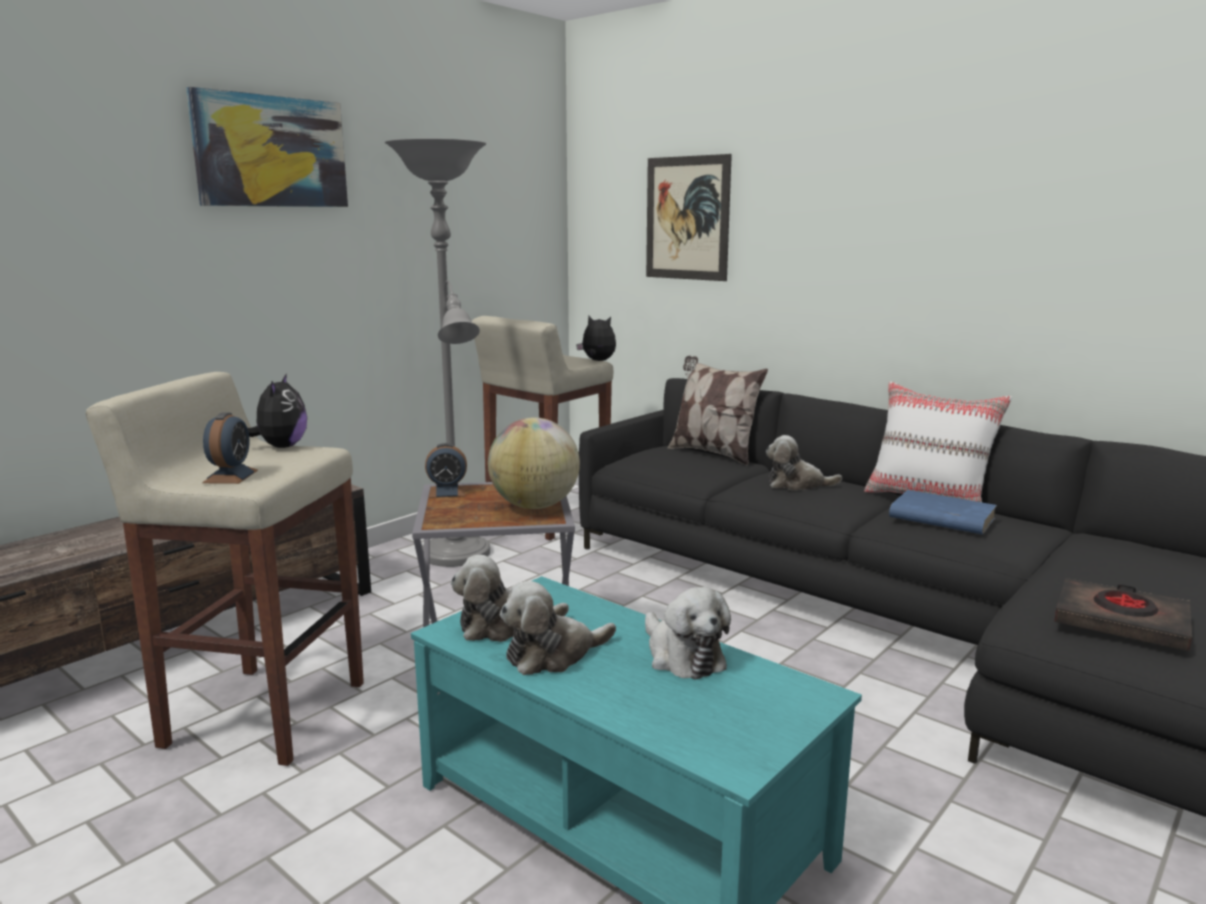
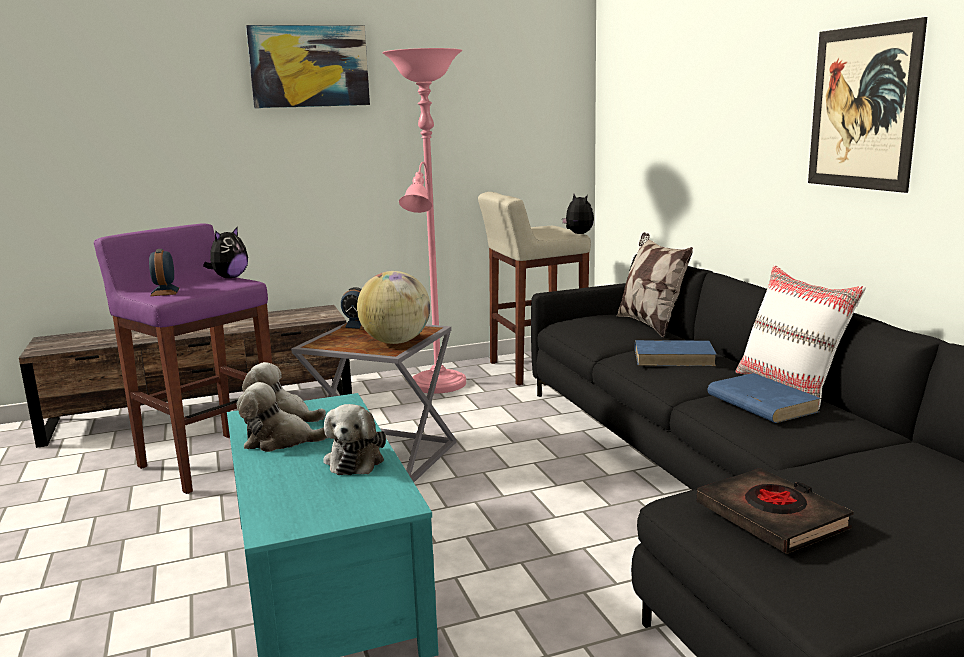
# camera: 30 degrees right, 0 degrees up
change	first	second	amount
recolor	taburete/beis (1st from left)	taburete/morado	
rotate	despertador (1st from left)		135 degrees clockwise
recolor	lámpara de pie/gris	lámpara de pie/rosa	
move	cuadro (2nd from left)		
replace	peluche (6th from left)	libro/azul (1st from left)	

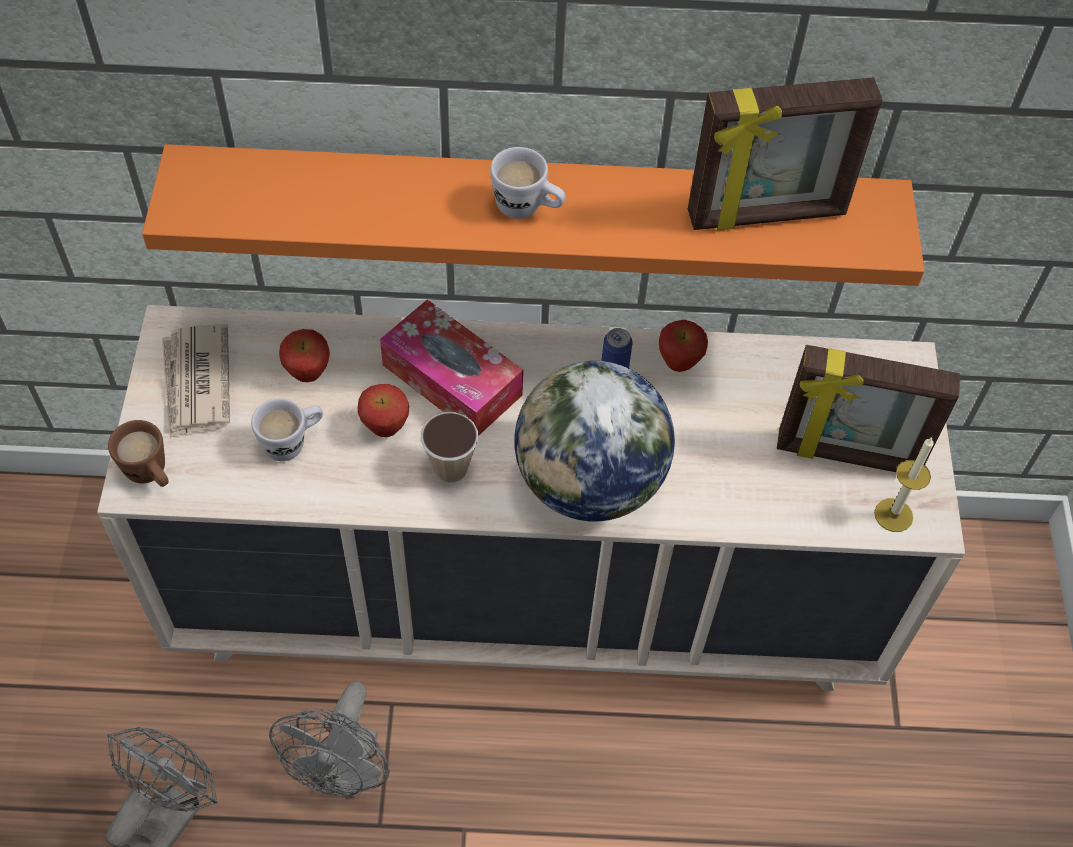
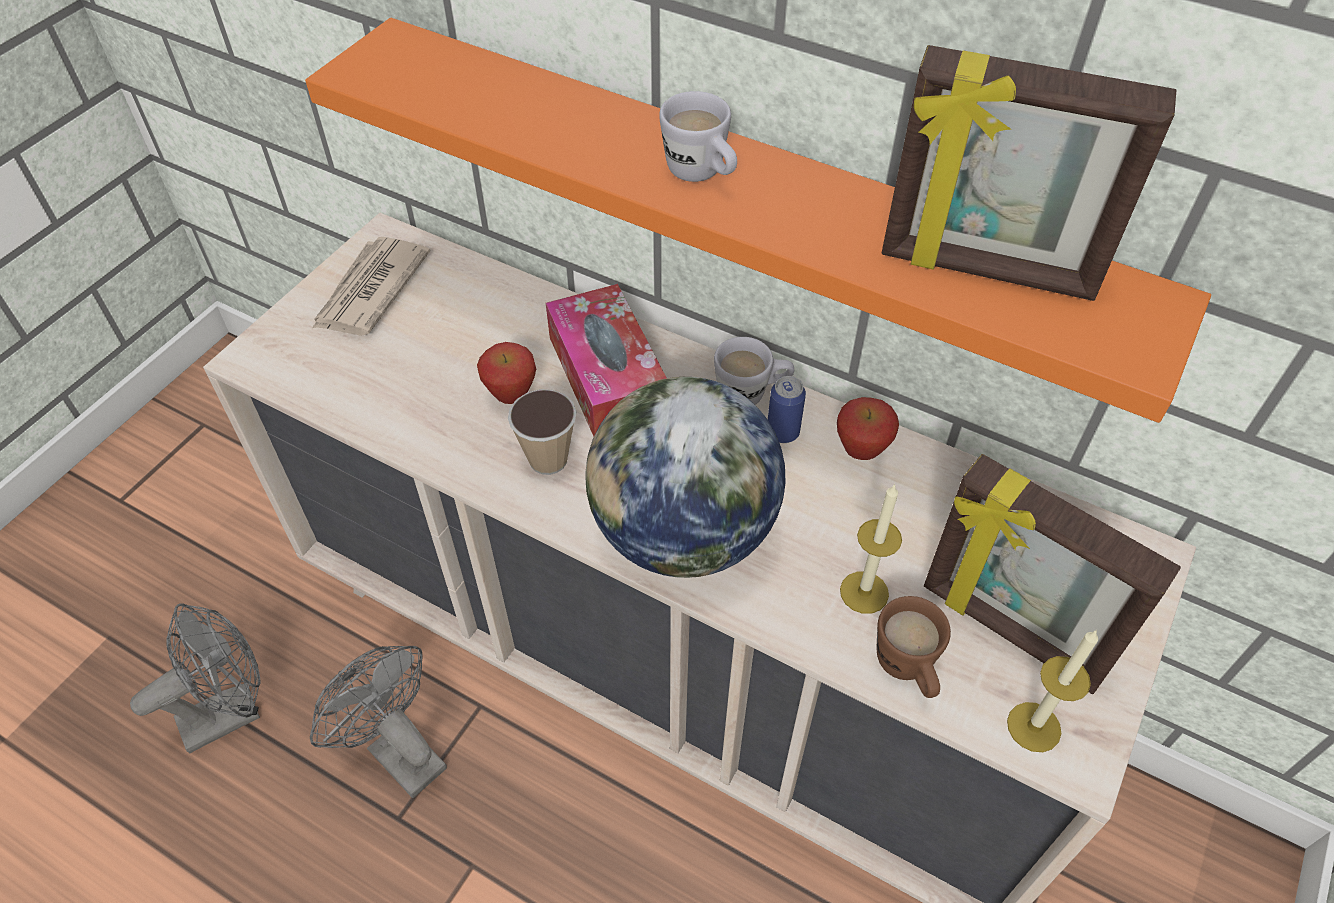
# camera: 30 degrees right, 5 degrees down
change	first	second	amount
move	taza grande/marrón		
move	taza grande/blanco (1st from left in the first image)	taza grande/blanco (2nd from left)	
rotate	ventilador/gris (2nd from left)		90 degrees clockwise
delete	manzana (1st from left)		
insert		vela (1st from left)	

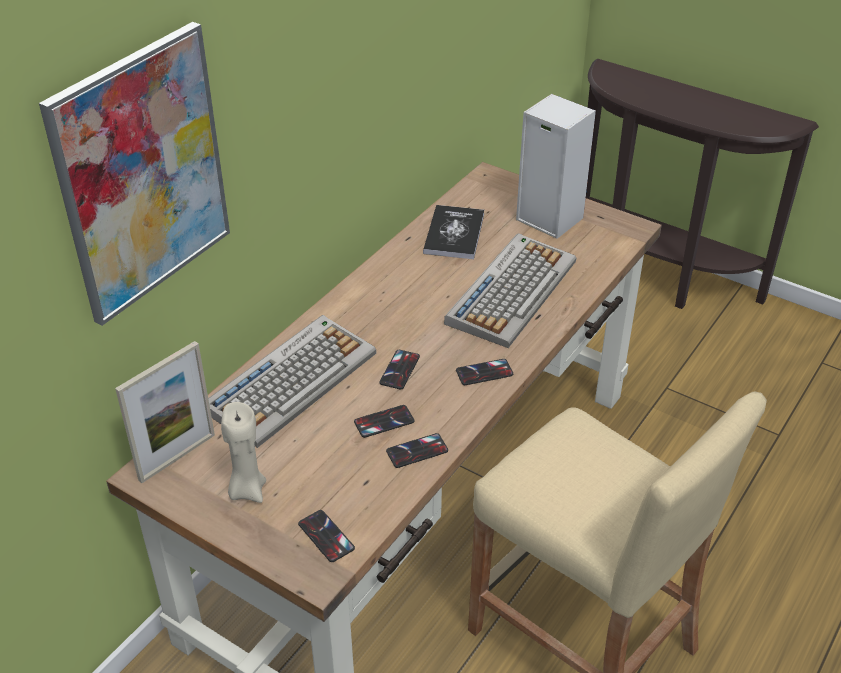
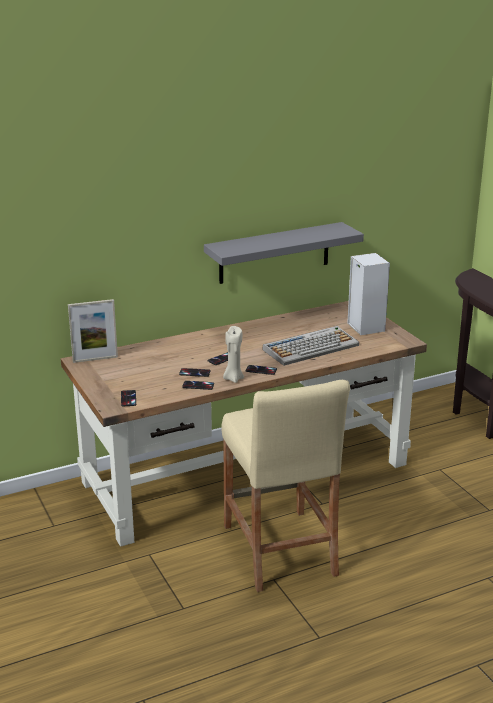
# camera: 30 degrees right, 15 degrees down
change	first	second	amount
delete	cuadro		
delete	teclado (1st from left)		
move	vela/beis		
delete	libro		
insert		estante/gris	

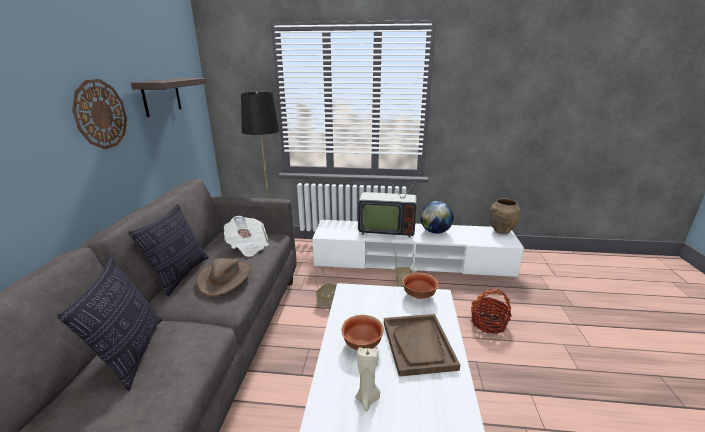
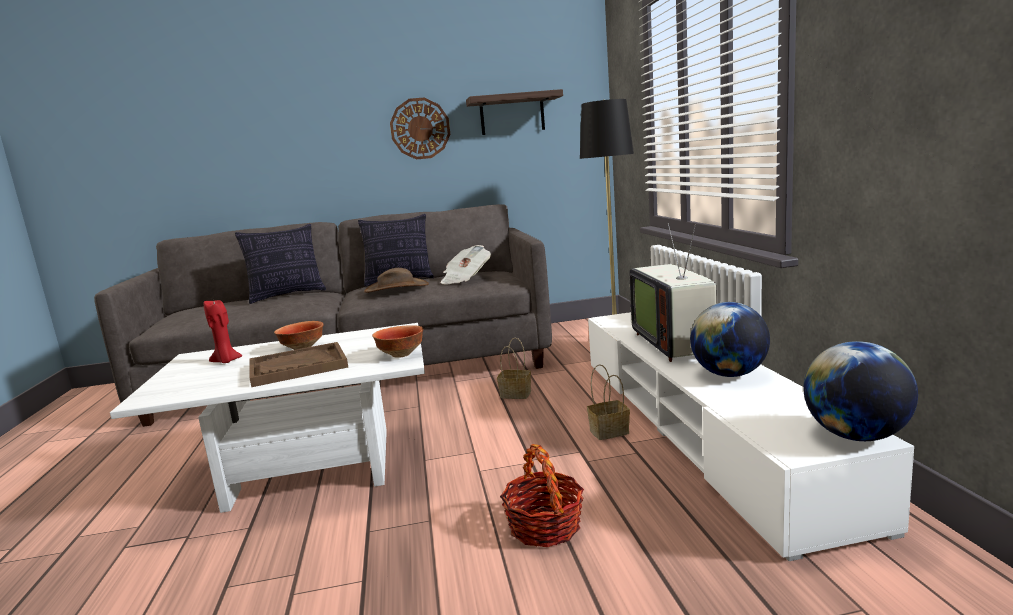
# camera: 75 degrees right, 10 degrees down
change	first	second	amount
recolor	vela/beis	vela/rojo	
replace	florero/marrón	globo terráqueo (2nd from left)	

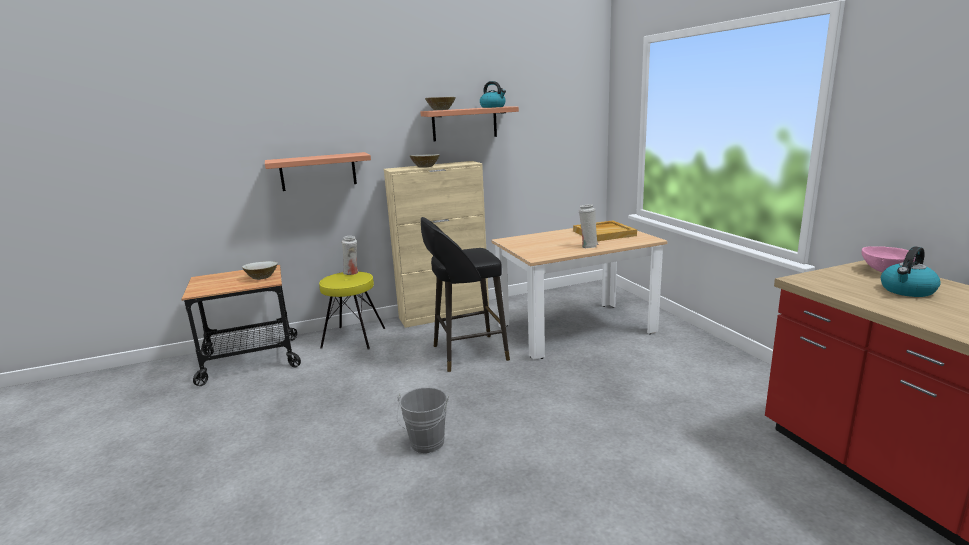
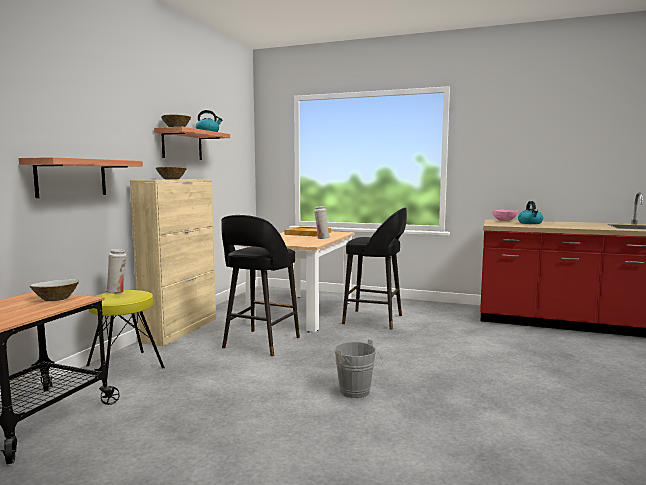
# camera: 50 degrees left, 10 degrees down
change	first	second	amount
insert		taburete/negro (2nd from left)	

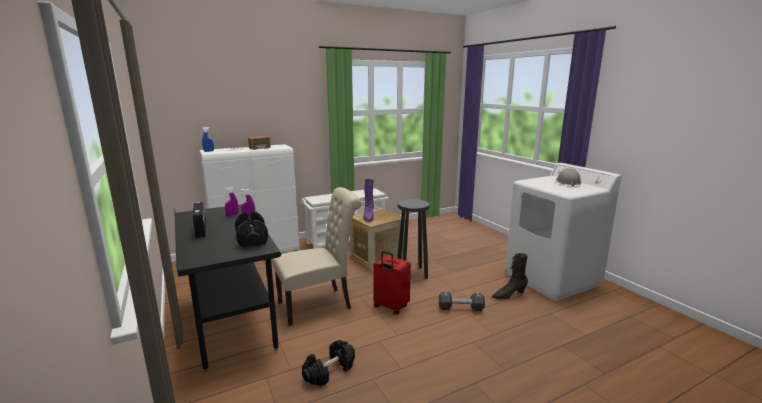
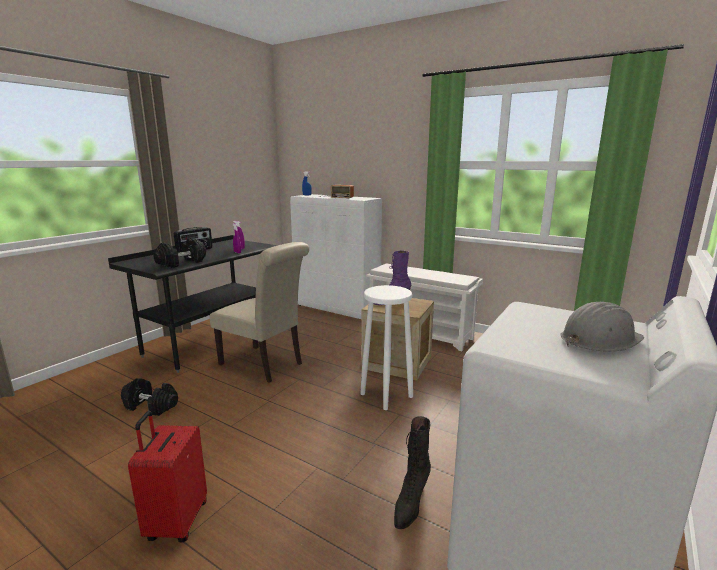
# camera: 60 degrees right, 0 degrees up
change	first	second	amount
move	maleta/rojo		
recolor	taburete/negro	taburete/blanco	
delete	mancuerna/negro (3rd from left)		
rotate	bota/negro		105 degrees counterclockwise

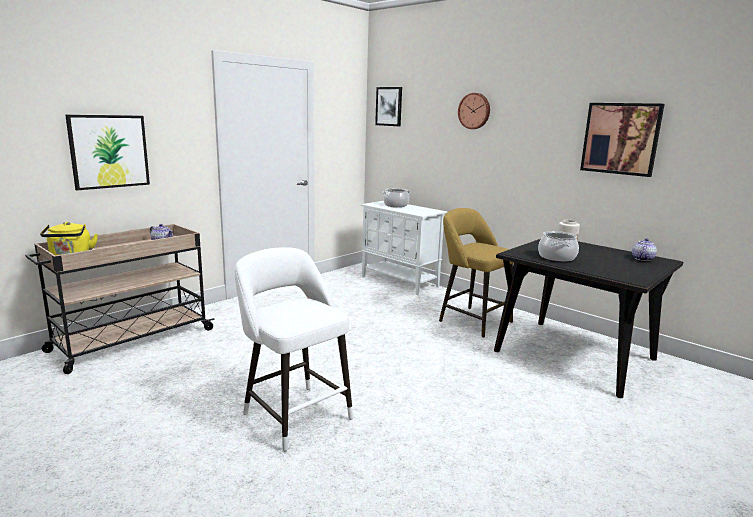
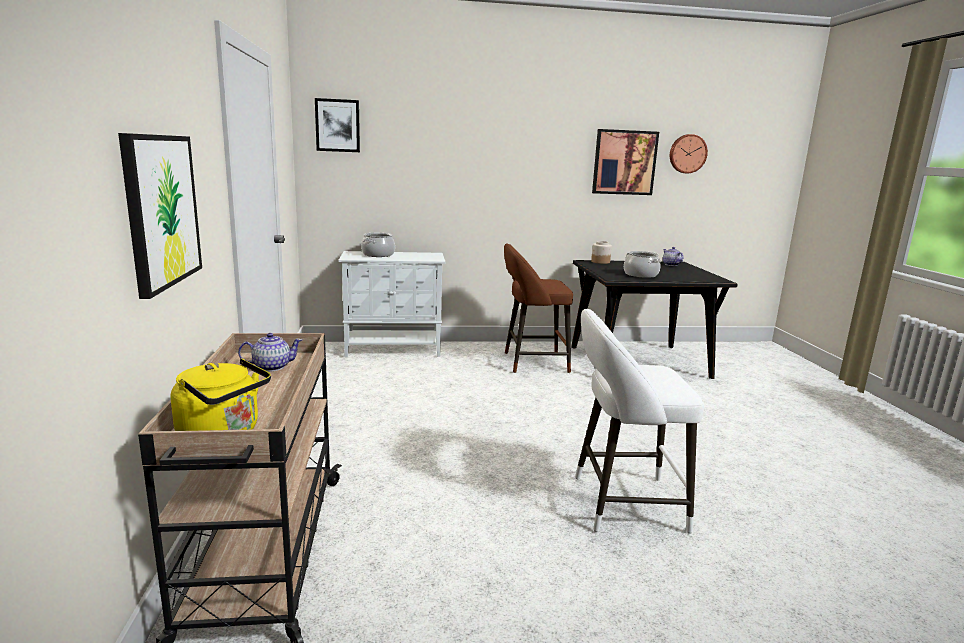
# camera: 50 degrees left, 0 degrees up
change	first	second	amount
recolor	taburete/amarillo	taburete/marrón	
move	reloj de pared		

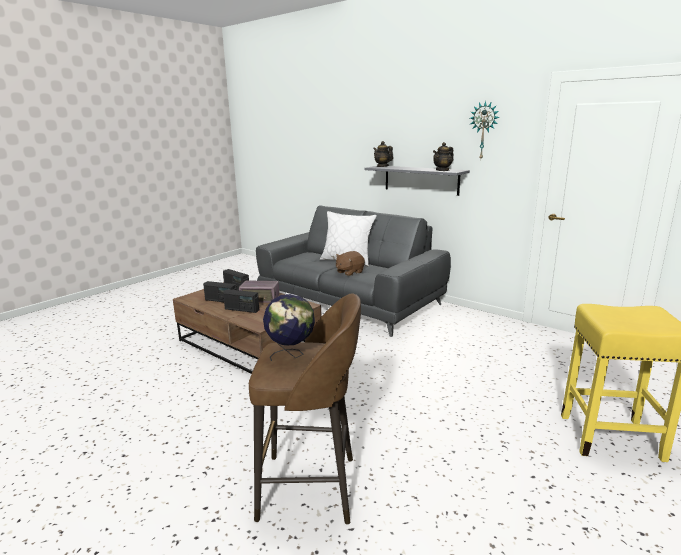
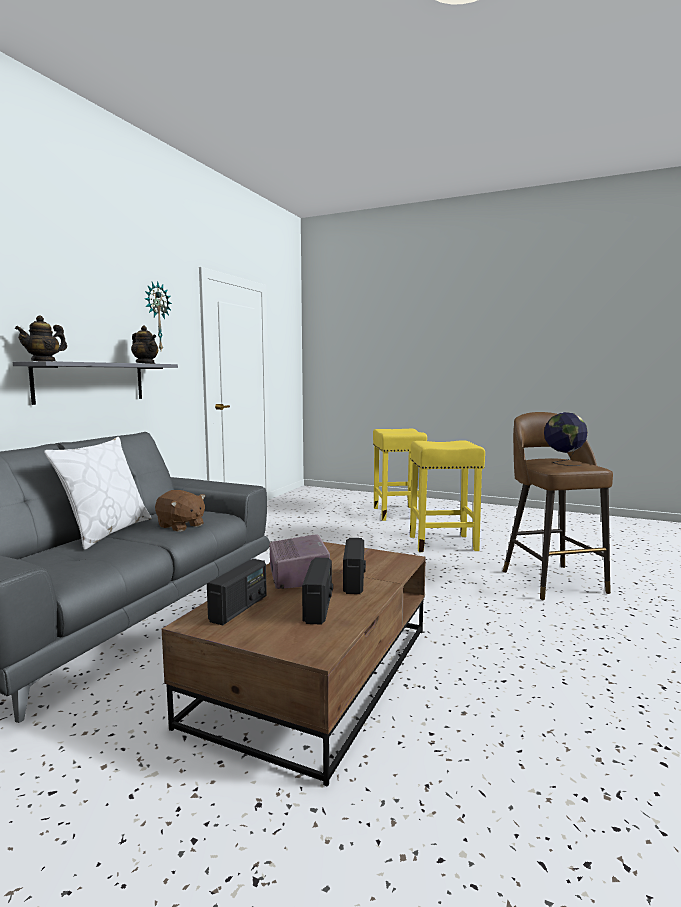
# camera: 105 degrees left, 10 degrees down
change	first	second	amount
insert		taburete/amarillo (2nd from left)	

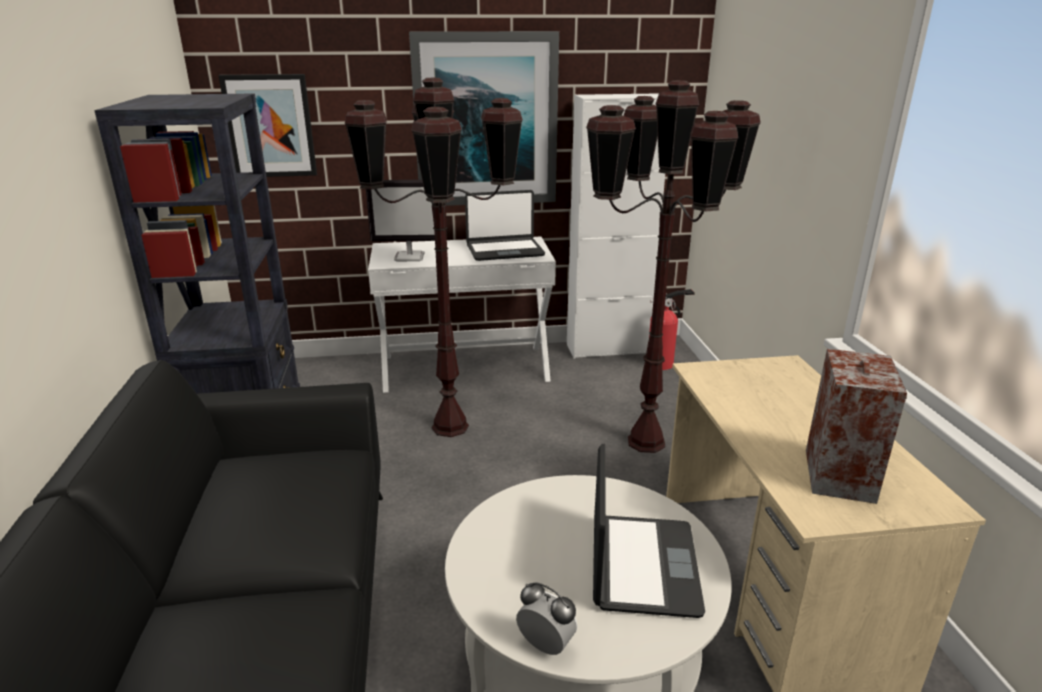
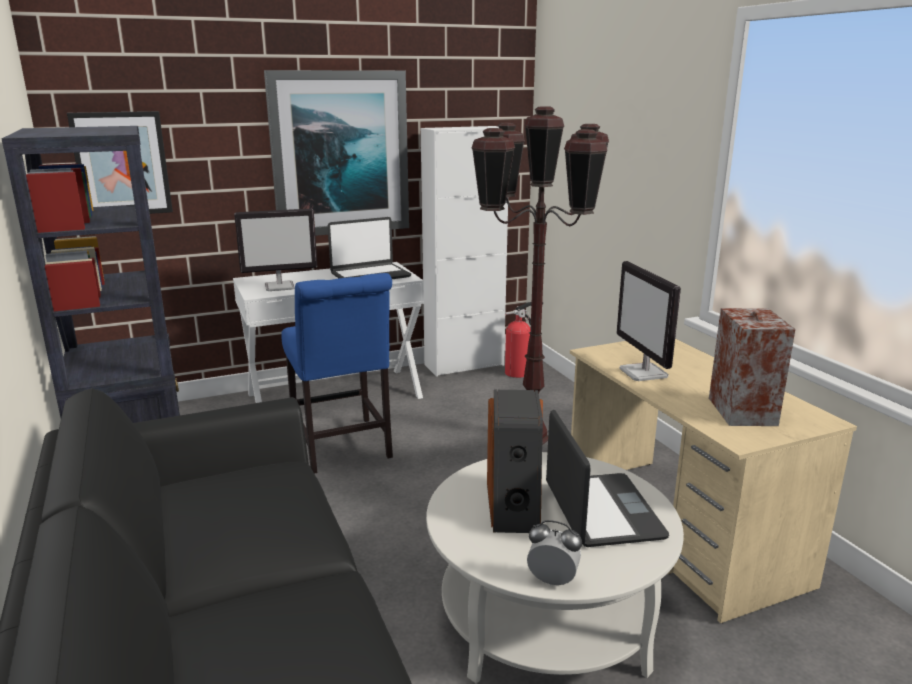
# camera: 15 degrees left, 5 degrees down
change	first	second	amount
replace	lámpara de pie/marrón (1st from left)	silla/azul	
insert		altavoz (1st from left)	
insert		monitor (2nd from left)	

